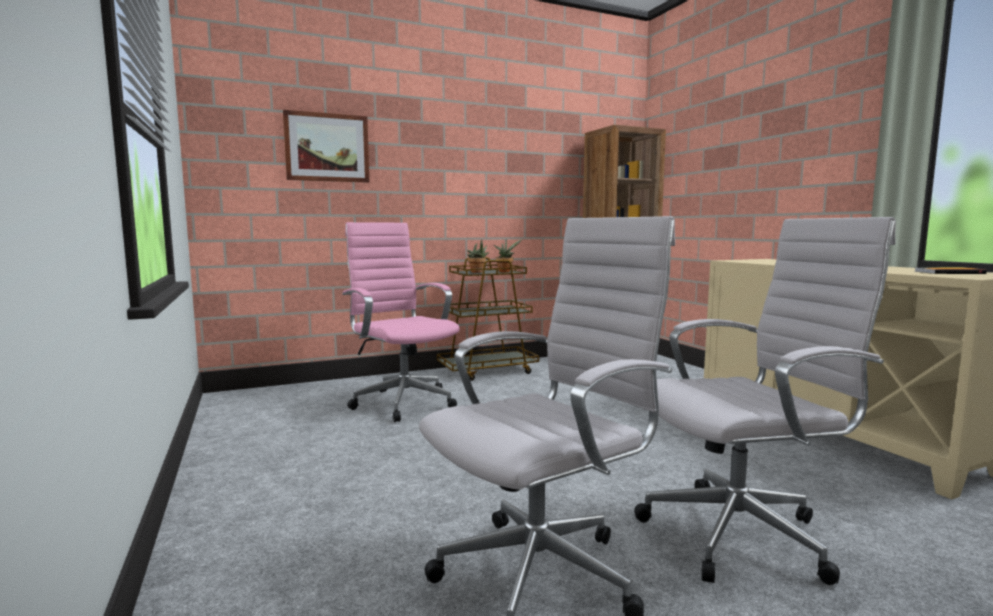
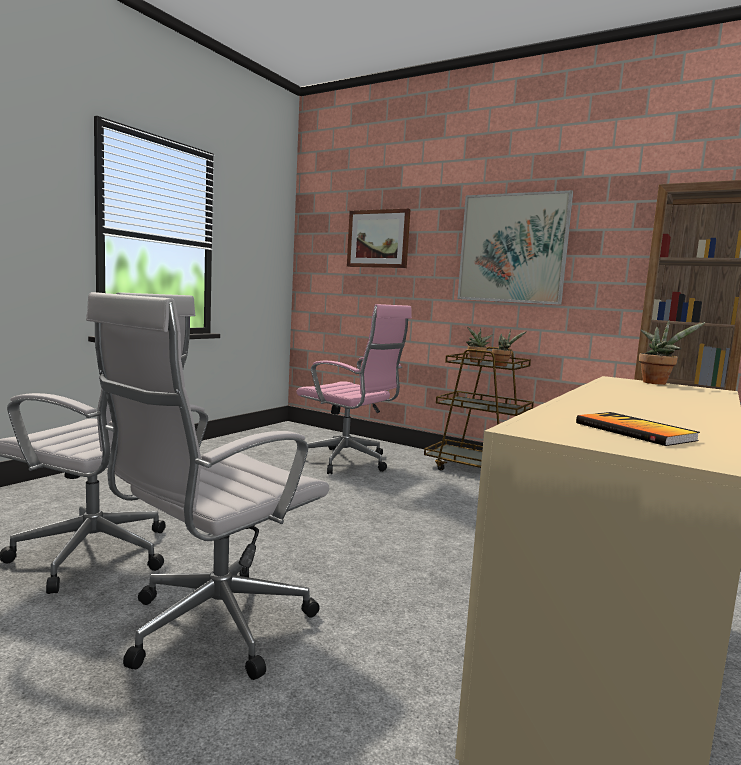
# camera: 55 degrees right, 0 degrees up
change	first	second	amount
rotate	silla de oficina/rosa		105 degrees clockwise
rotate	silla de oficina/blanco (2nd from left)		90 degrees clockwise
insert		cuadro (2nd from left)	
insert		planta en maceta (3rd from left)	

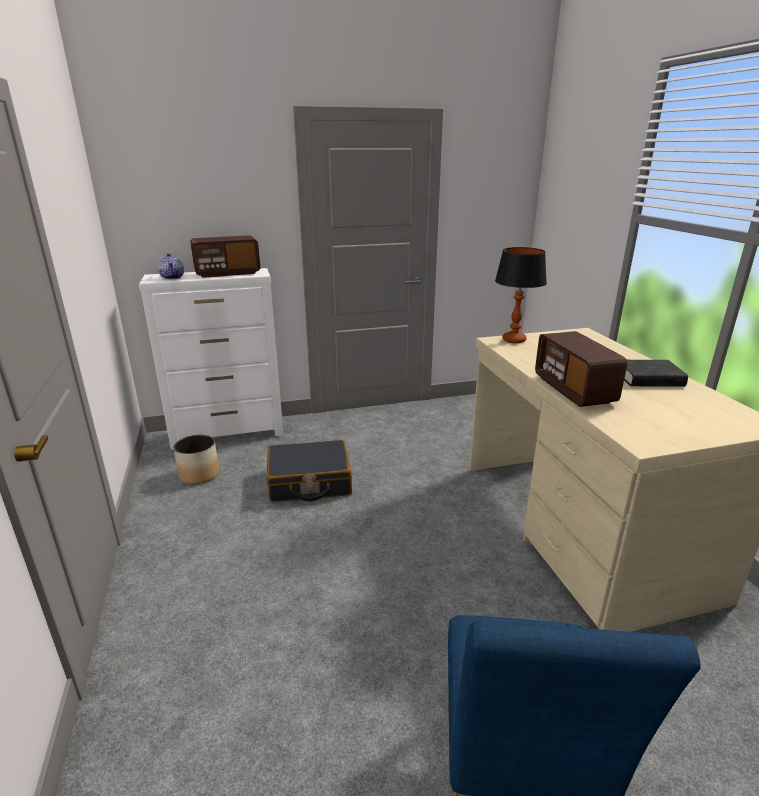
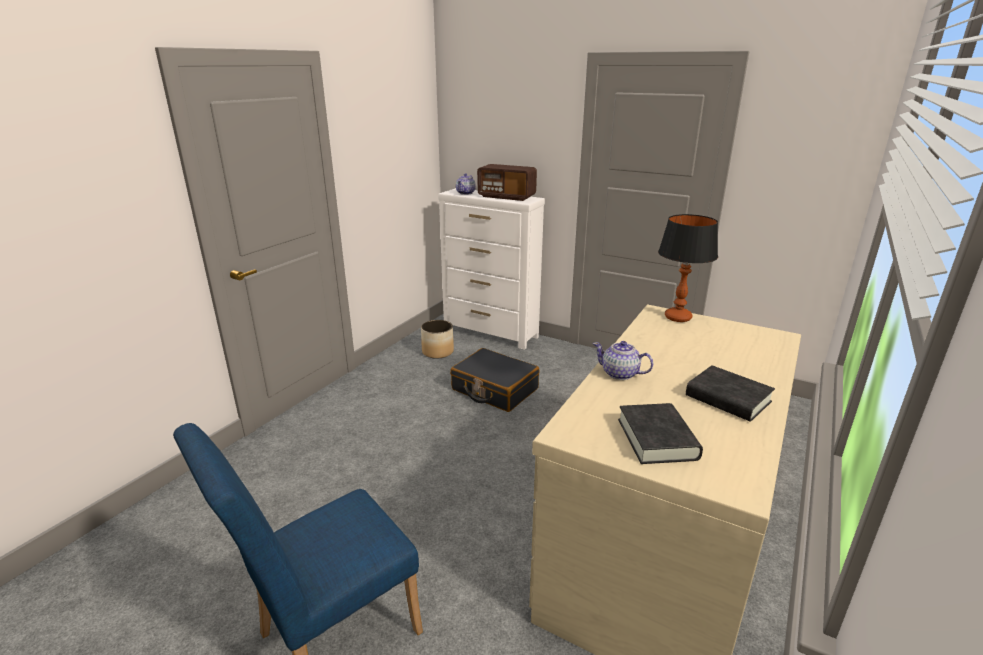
# camera: 45 degrees right, 0 degrees up
change	first	second	amount
replace	radio (2nd from left)	tetera (2nd from left)	
insert		libro/negro (1st from left)	

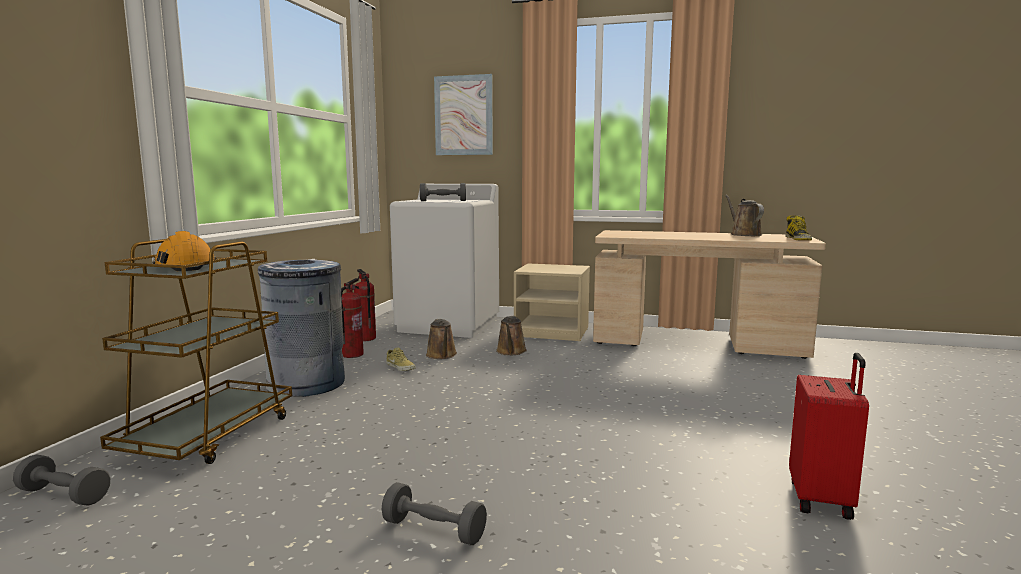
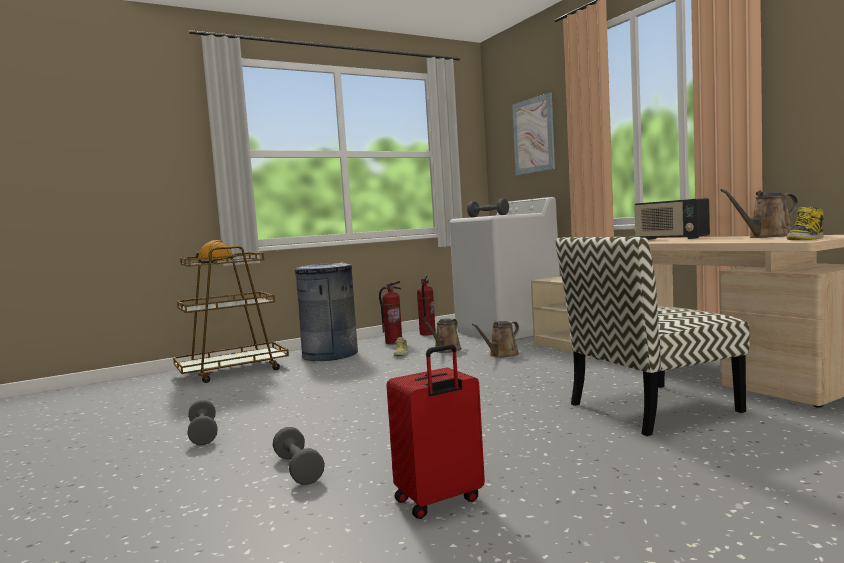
# camera: 45 degrees right, 5 degrees down
change	first	second	amount
move	mancuerna/gris (1st from left in the first image)	mancuerna/gris (2nd from left)	
rotate	regadera/marrón (3rd from left)		135 degrees counterclockwise
insert		silla	
insert		radio	

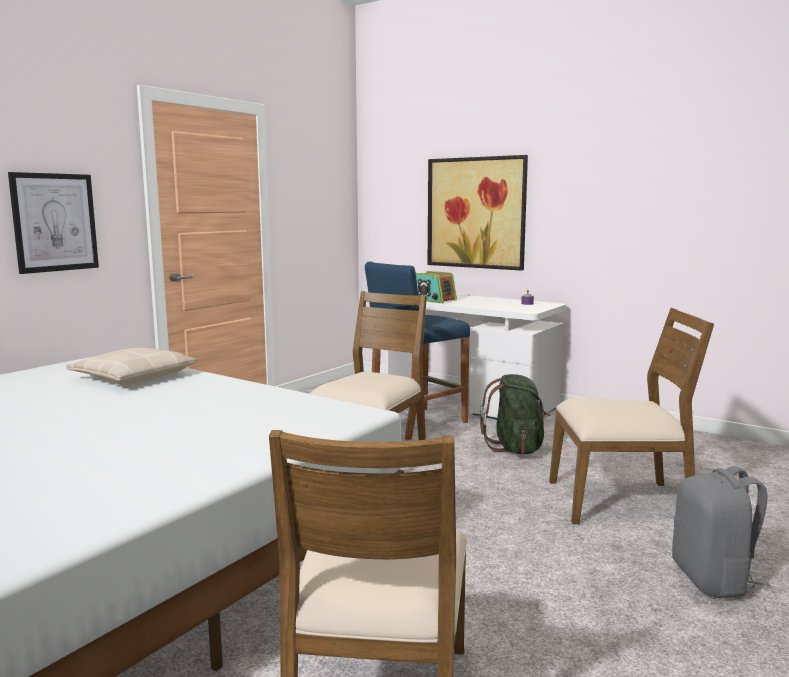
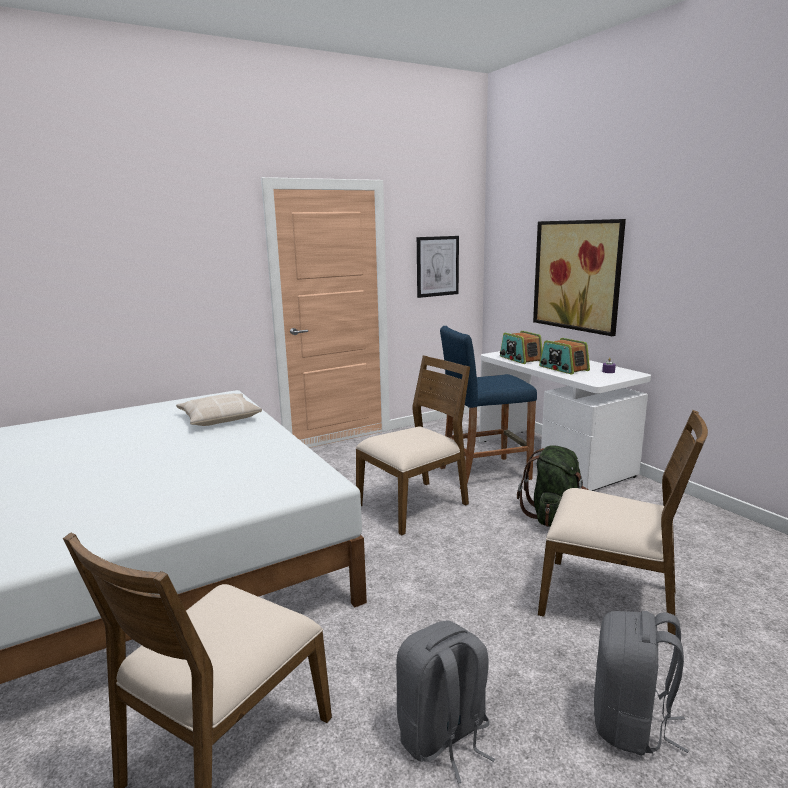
# camera: 25 degrees right, 5 degrees up
change	first	second	amount
move	cuadro (1st from left)		
insert		mochila/gris (1st from left)	
insert		radio (2nd from left)	

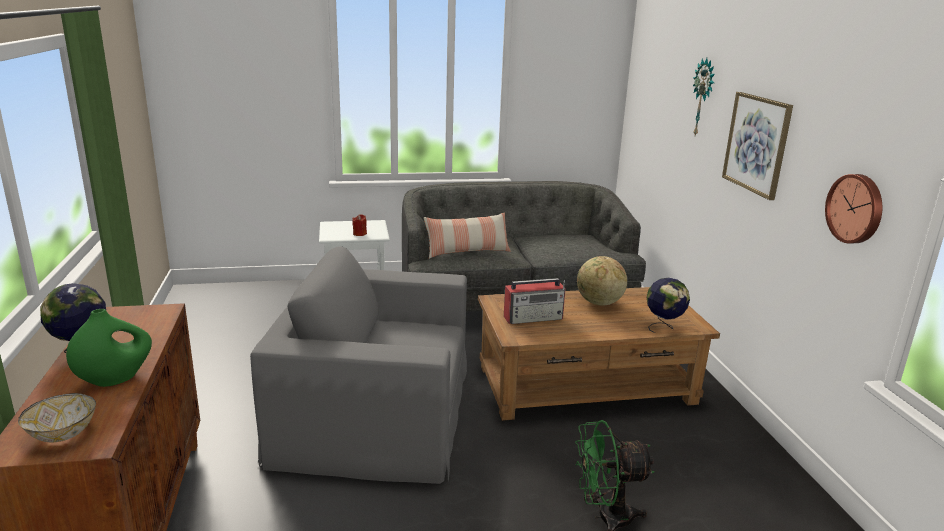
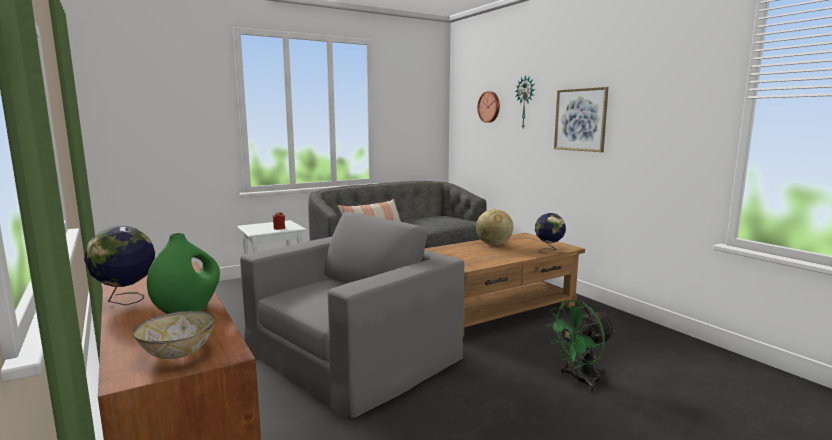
# camera: 20 degrees left, 10 degrees down
change	first	second	amount
rotate	sillón/gris		150 degrees clockwise
delete	radio		
move	reloj de pared (2nd from left in the first image)	reloj de pared (1st from left)	

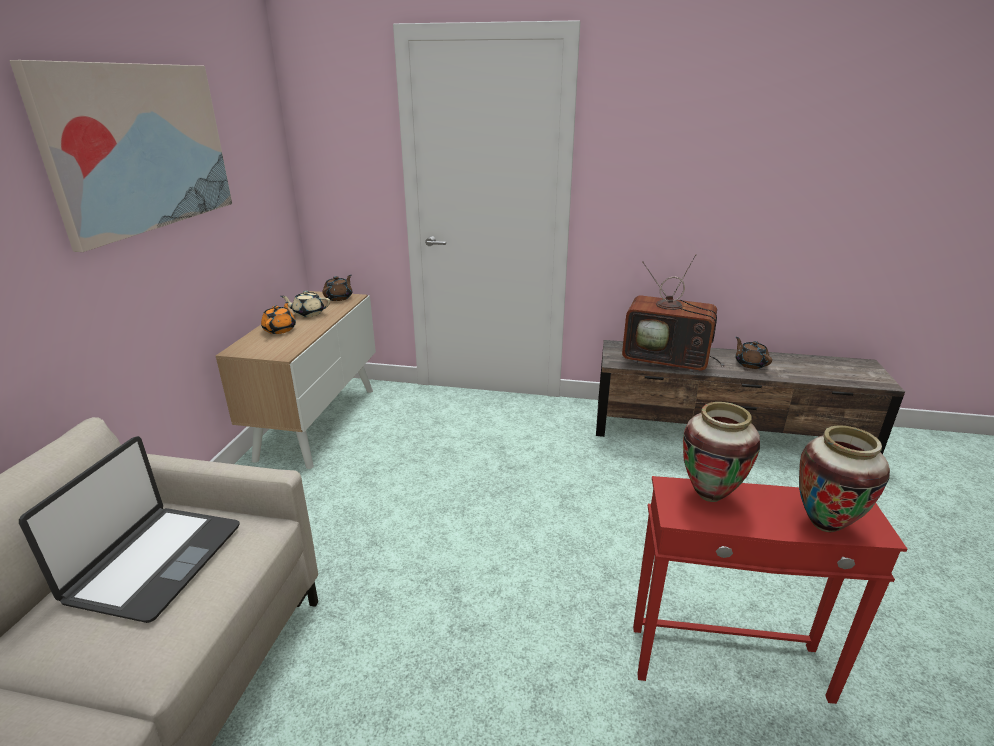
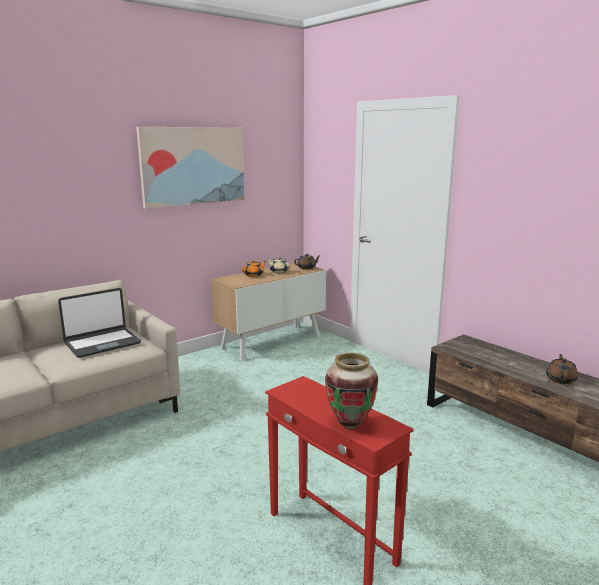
# camera: 40 degrees right, 10 degrees down
change	first	second	amount
delete	televisor		
delete	florero (1st from left)		

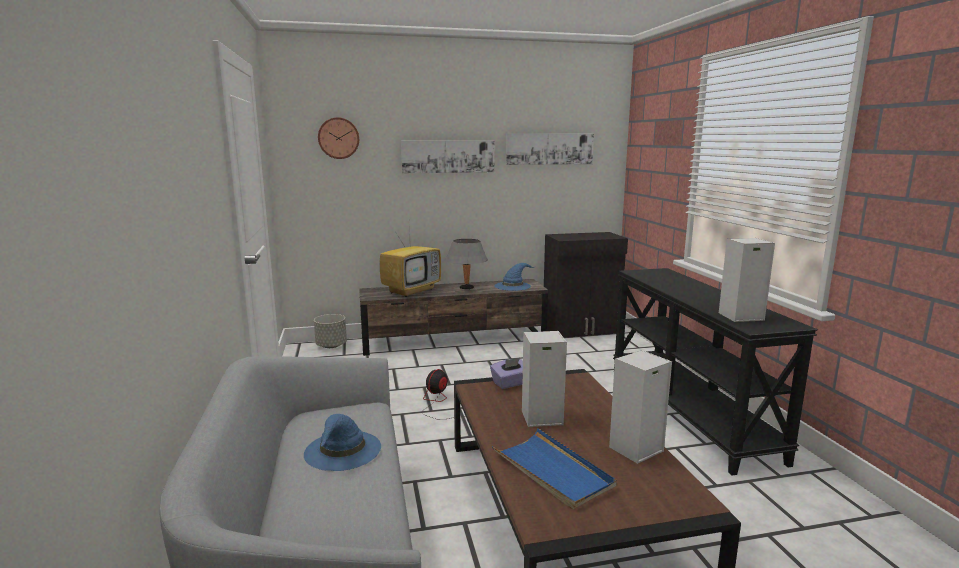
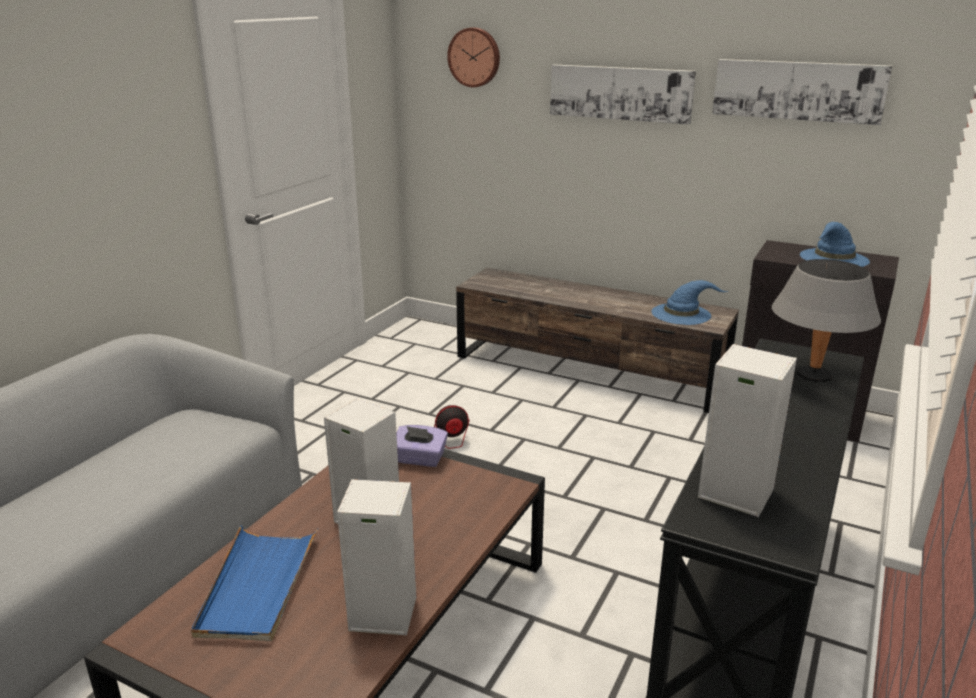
# camera: 40 degrees right, 10 degrees up
change	first	second	amount
move	sombrero/azul (1st from left in the first image)	sombrero/azul (2nd from left)	
delete	maceta/gris		
delete	televisor		
move	lámpara de mesa/gris		

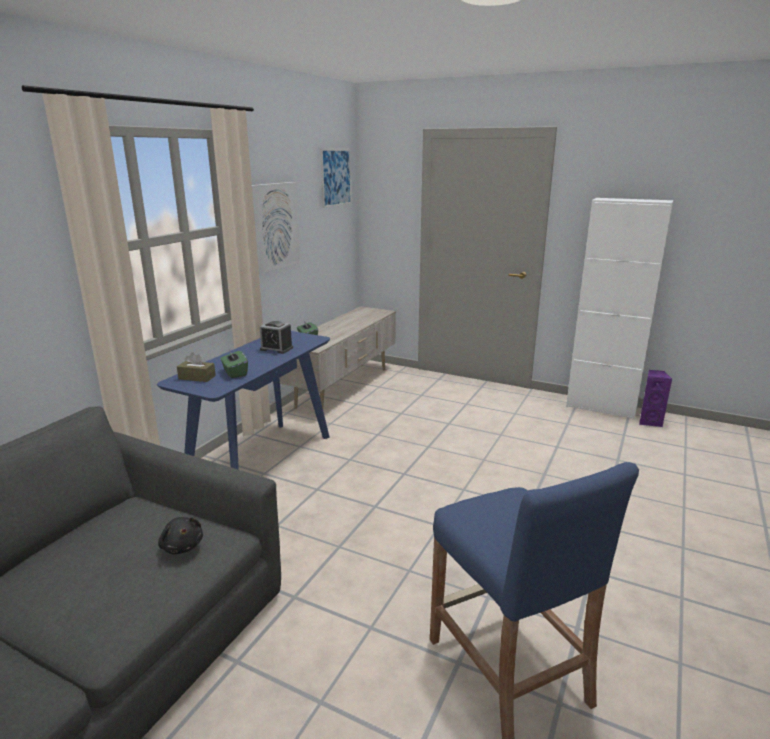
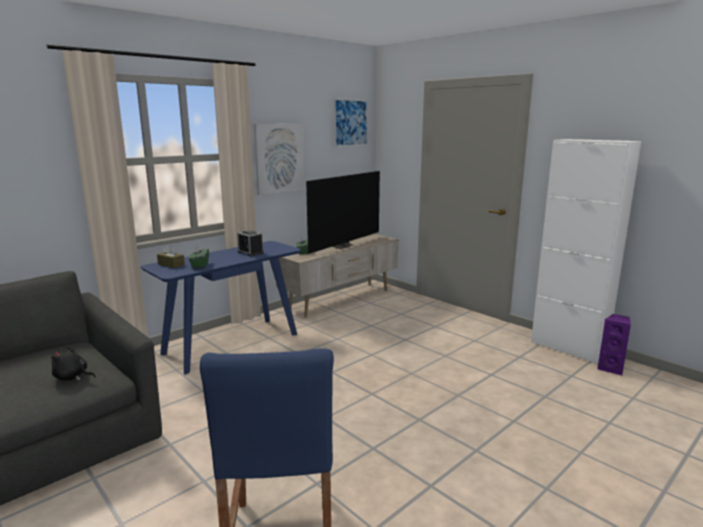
# camera: 20 degrees right, 5 degrees down
change	first	second	amount
rotate	peluche/negro		120 degrees clockwise
insert		televisor	

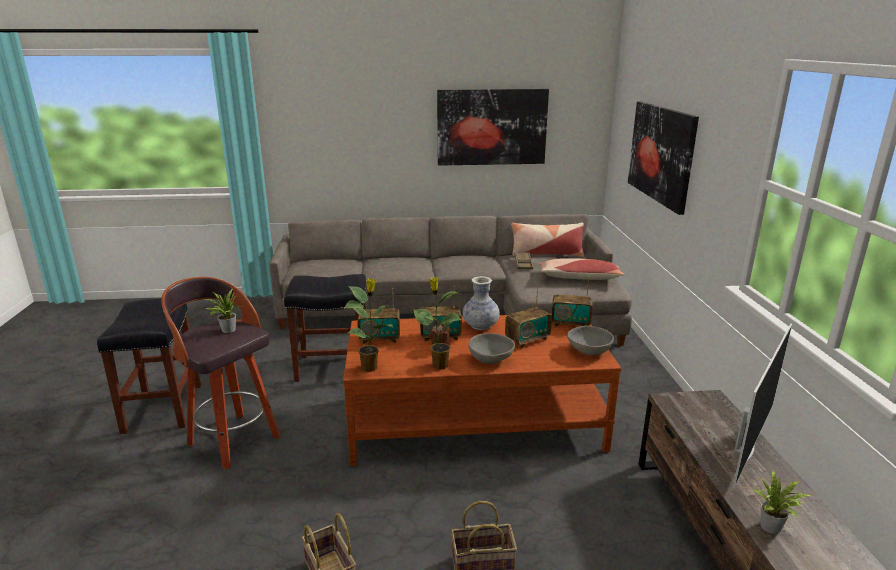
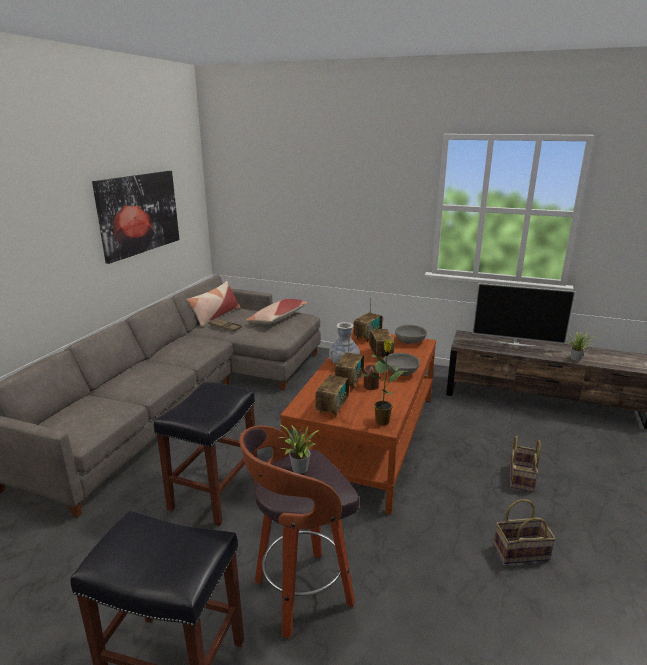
# camera: 65 degrees left, 0 degrees up
change	first	second	amount
delete	planta en maceta (3rd from left)		
delete	cuadro (2nd from left)		
rotate	televisor		135 degrees clockwise

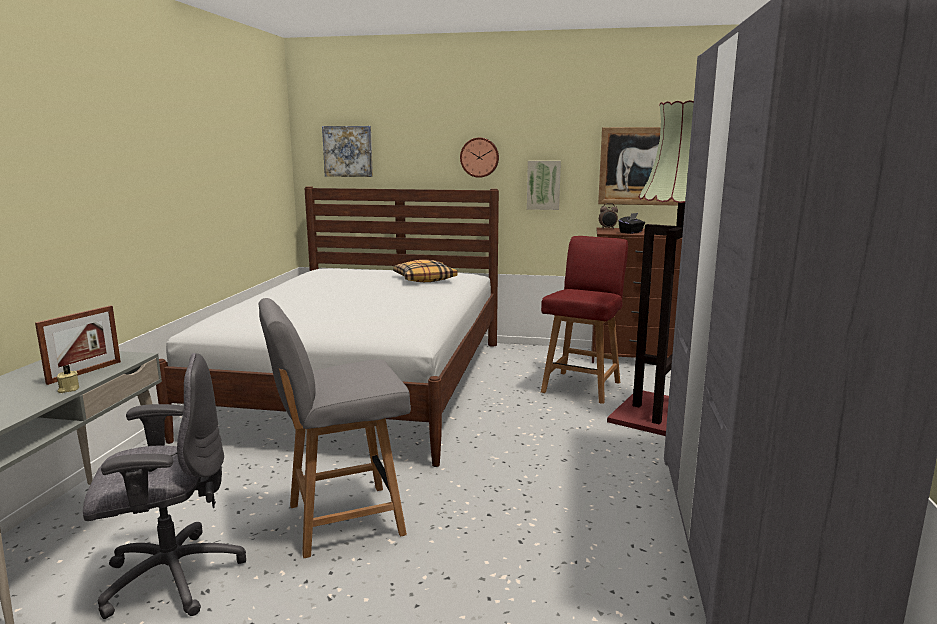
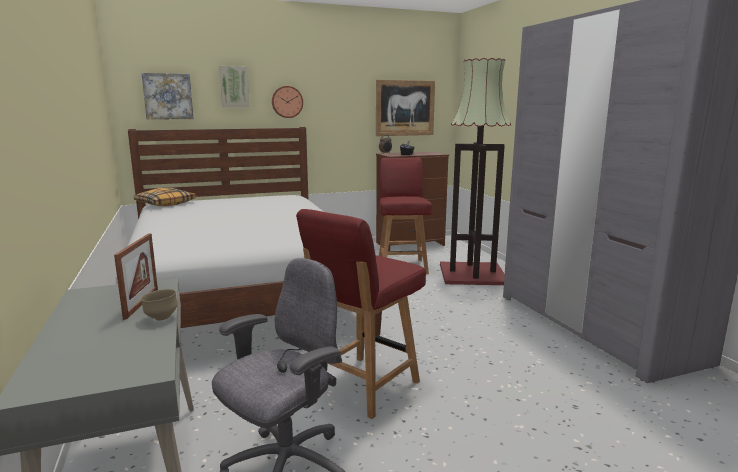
# camera: 30 degrees left, 0 degrees up
change	first	second	amount
replace	vela/beis	cuenco/marrón	
recolor	silla/gris	silla/rojo (1st from left)	
move	cojín		
move	cuadro (2nd from left)		

